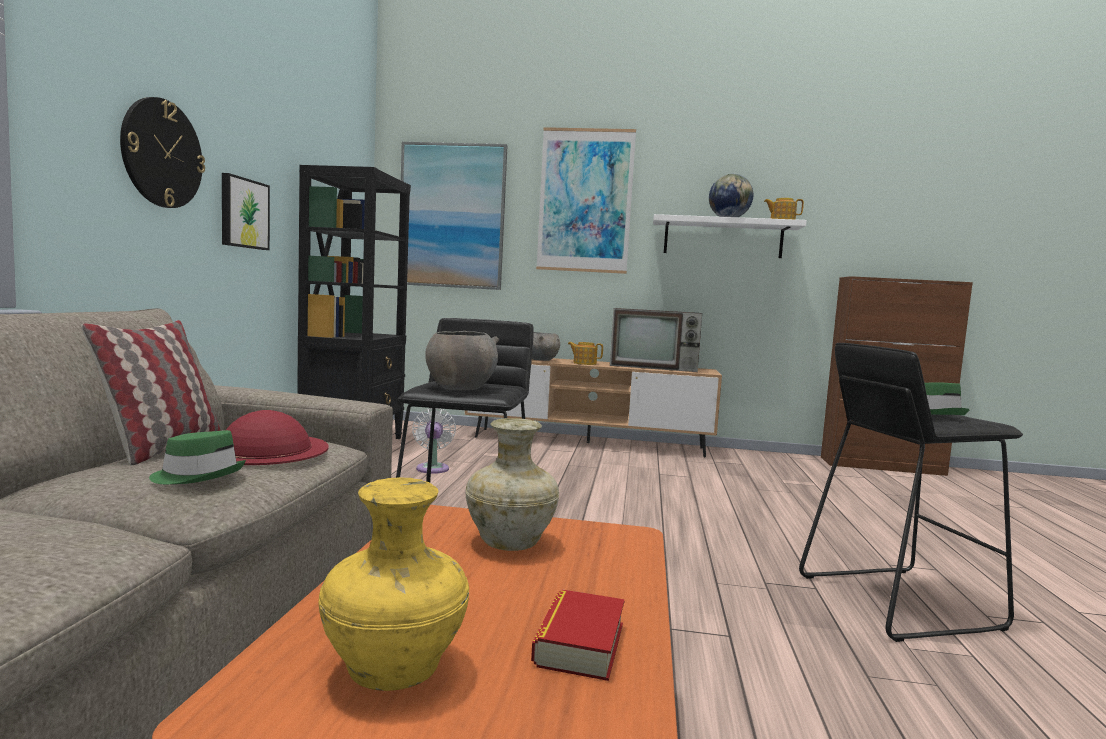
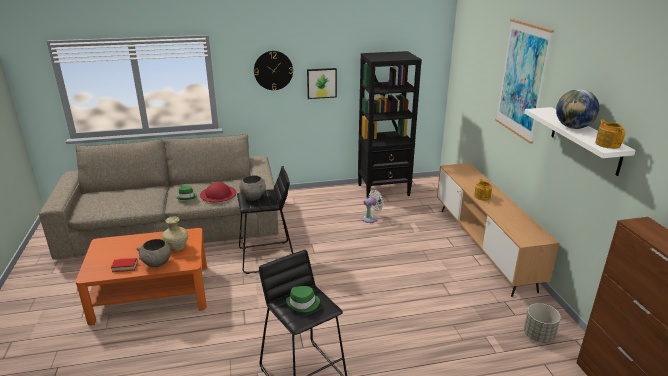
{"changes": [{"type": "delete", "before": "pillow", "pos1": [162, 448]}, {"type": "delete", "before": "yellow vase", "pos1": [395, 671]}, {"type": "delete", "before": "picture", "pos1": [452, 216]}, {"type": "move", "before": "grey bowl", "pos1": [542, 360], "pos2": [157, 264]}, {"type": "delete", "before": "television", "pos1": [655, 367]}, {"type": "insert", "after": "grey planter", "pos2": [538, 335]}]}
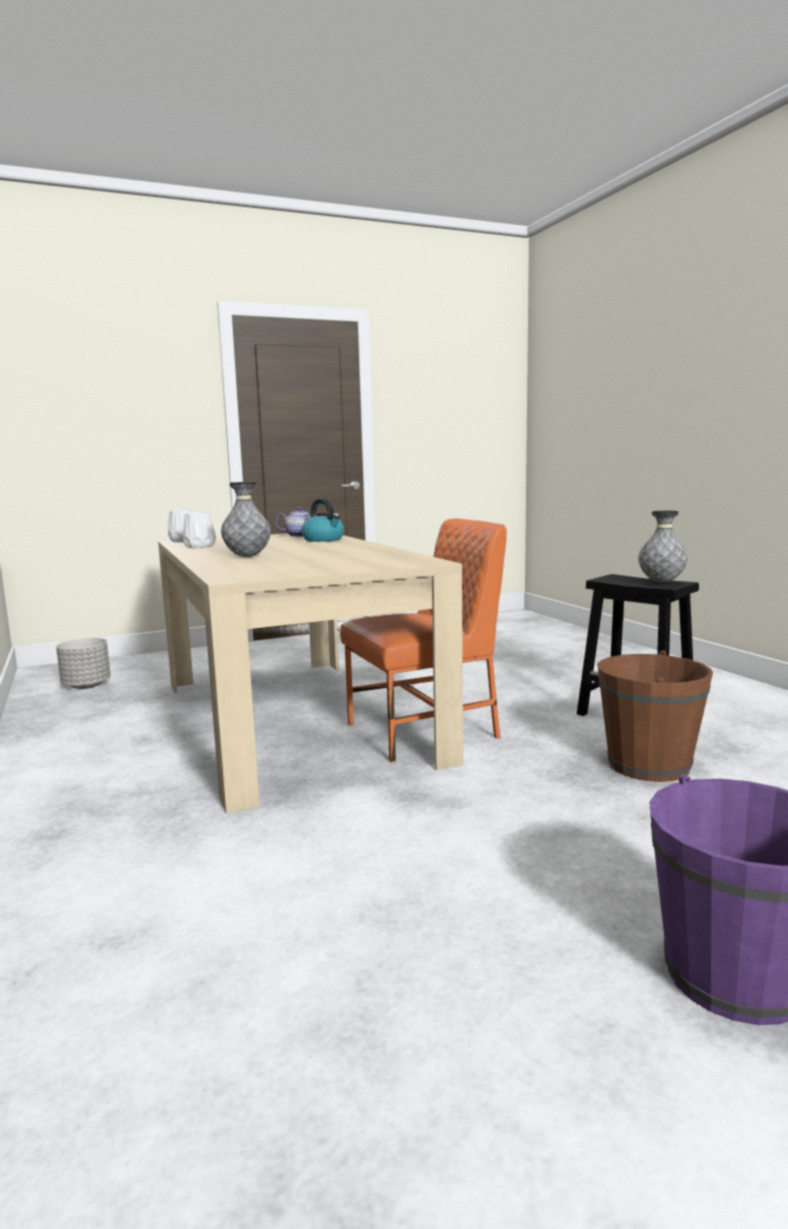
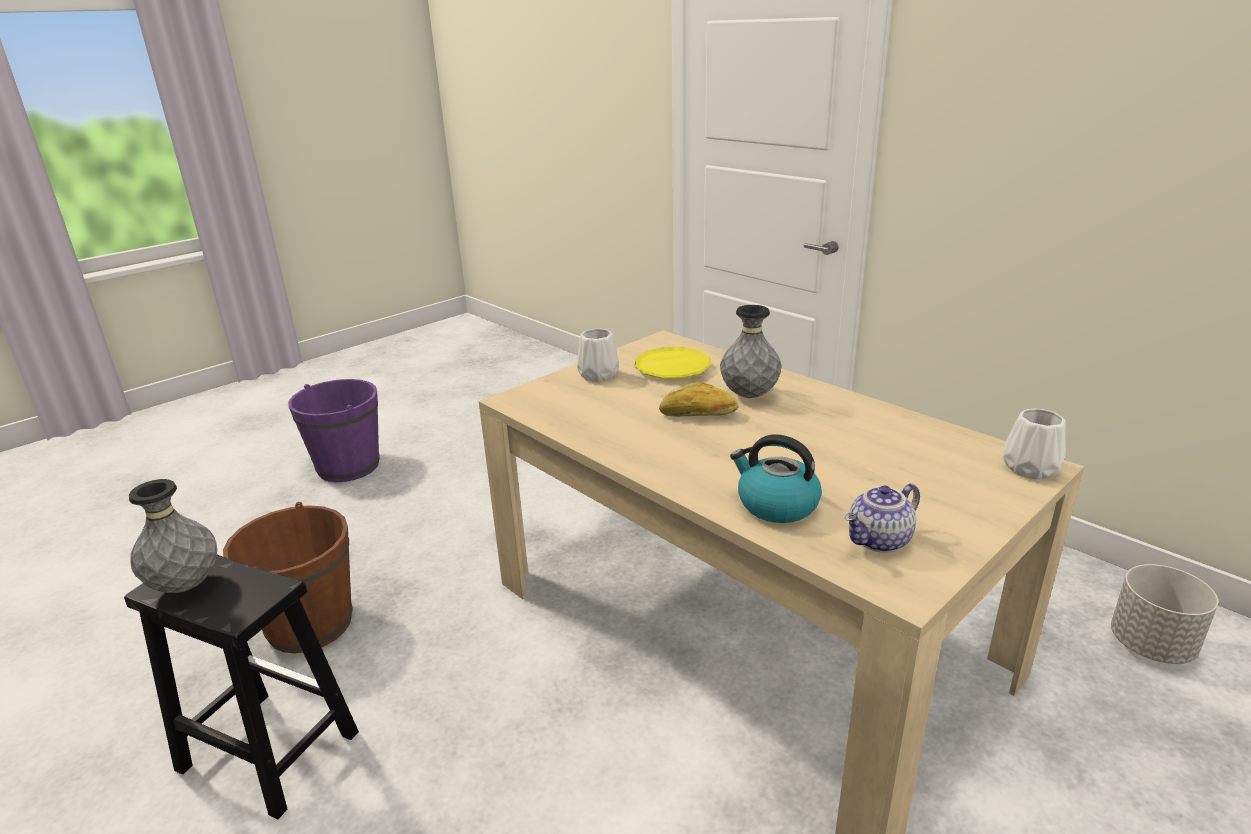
{"changes": [{"type": "move", "before": "white vase", "pos1": [200, 547], "pos2": [597, 375]}, {"type": "delete", "before": "orange chair", "pos1": [425, 731]}, {"type": "insert", "after": "yellow plate", "pos2": [672, 368]}, {"type": "insert", "after": "bread", "pos2": [698, 414]}]}
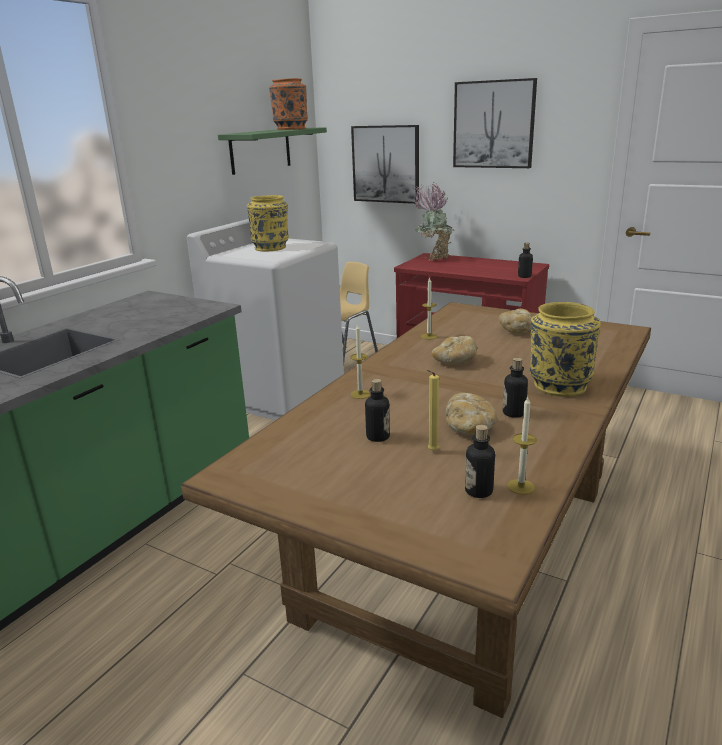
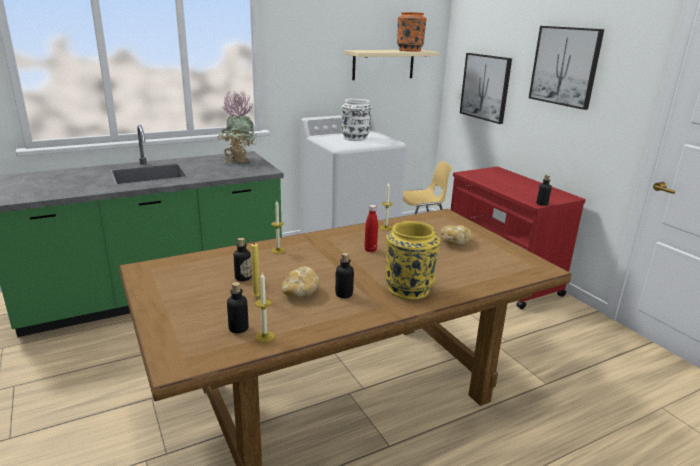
{"changes": [{"type": "recolor", "before": "green shelf", "after": "beige shelf", "pos1": [260, 150], "pos2": [383, 64]}, {"type": "recolor", "before": "yellow vase", "after": "white vase", "pos1": [271, 248], "pos2": [355, 138]}, {"type": "move", "before": "potted plant", "pos1": [433, 258], "pos2": [238, 161]}, {"type": "replace", "before": "bread", "after": "red bottle", "pos1": [455, 362], "pos2": [370, 250]}]}
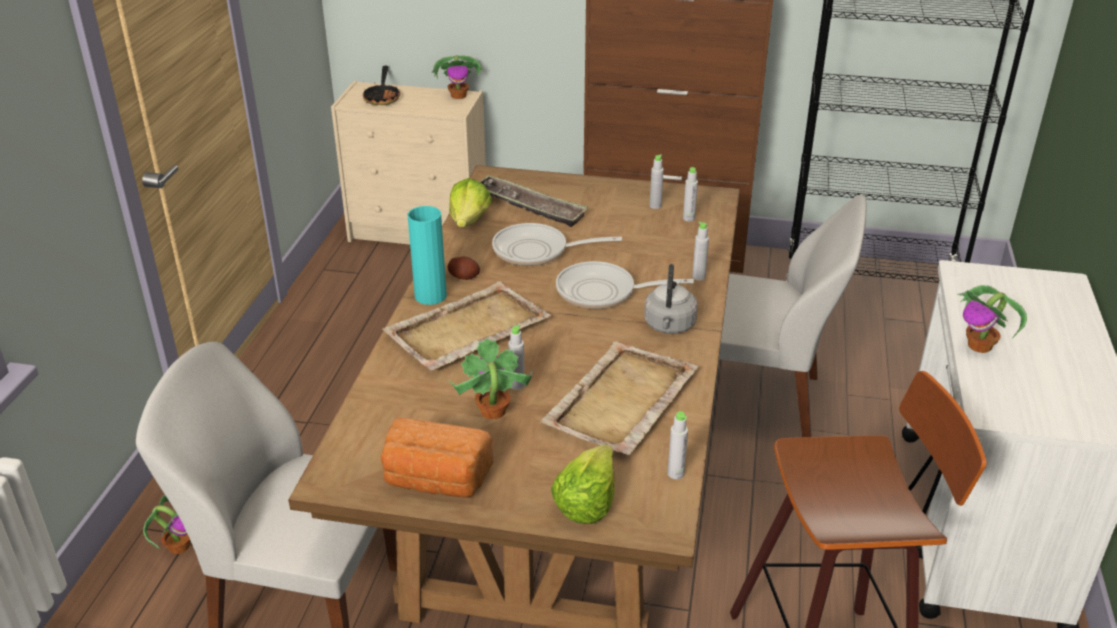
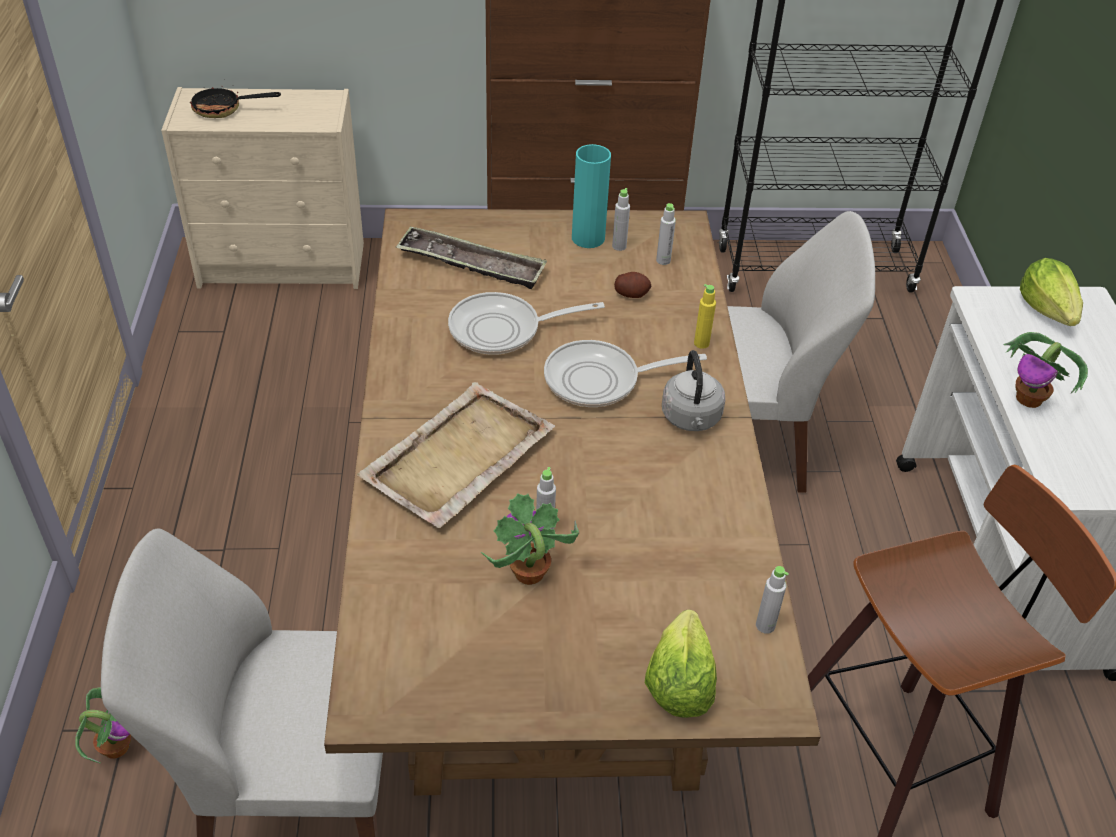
{"changes": [{"type": "rotate", "before": "frying pan", "pos1": [383, 97], "pos2": [224, 109], "turn": 105}, {"type": "delete", "before": "bread", "pos1": [435, 481]}, {"type": "move", "before": "turquoise vase", "pos1": [430, 296], "pos2": [588, 238]}, {"type": "delete", "before": "potted plant", "pos1": [459, 96]}, {"type": "move", "before": "potato", "pos1": [464, 277], "pos2": [631, 294]}, {"type": "move", "before": "lettuce", "pos1": [469, 221], "pos2": [1048, 310]}, {"type": "delete", "before": "beige tray", "pos1": [620, 401]}, {"type": "recolor", "before": "grey bottle", "after": "yellow bottle", "pos1": [698, 277], "pos2": [701, 343]}]}
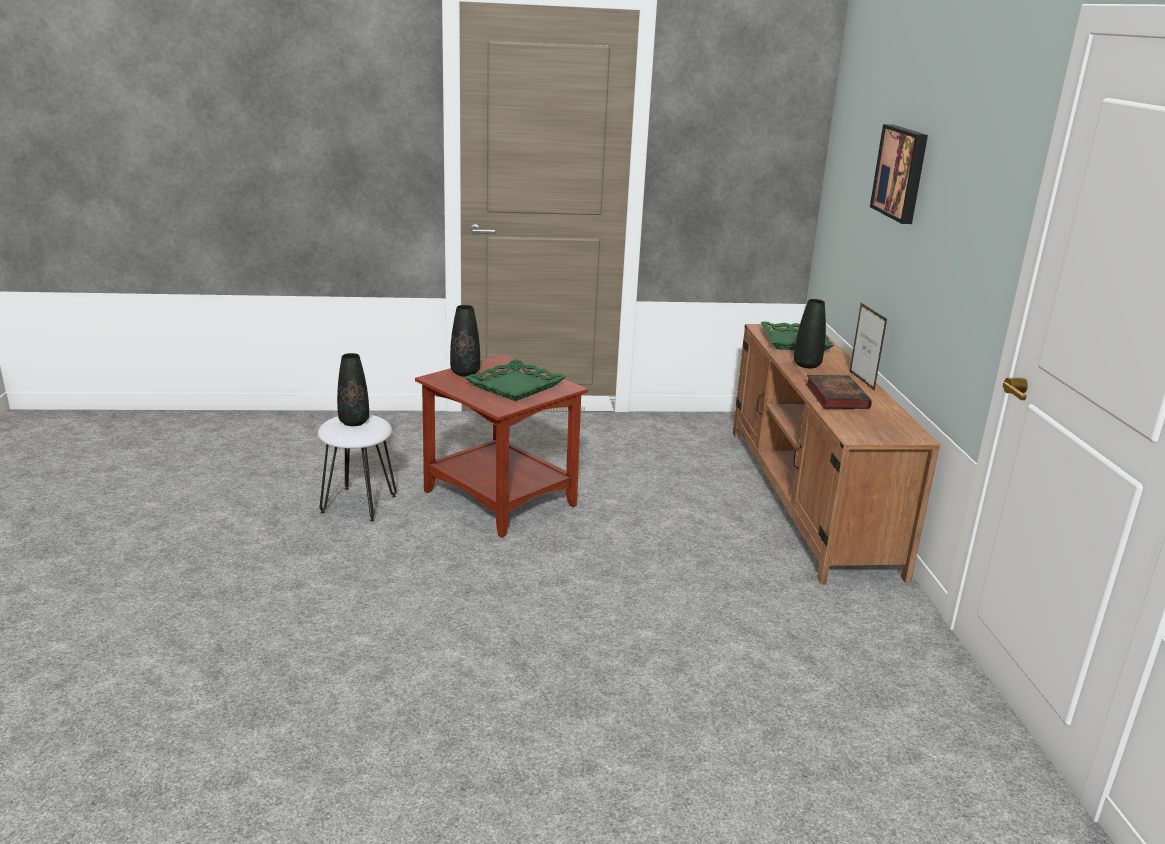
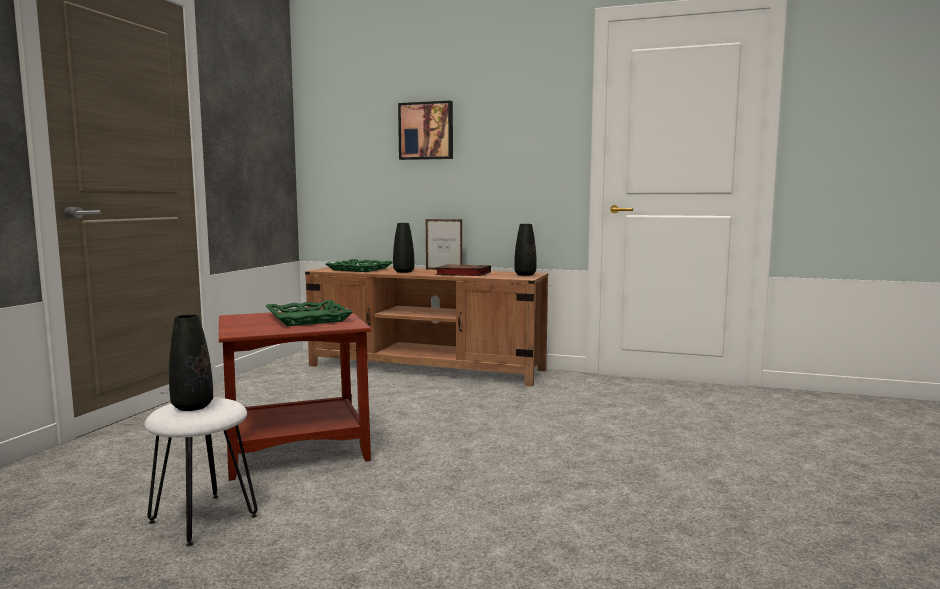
{"changes": [{"type": "move", "before": "black vase", "pos1": [465, 373], "pos2": [525, 274]}]}
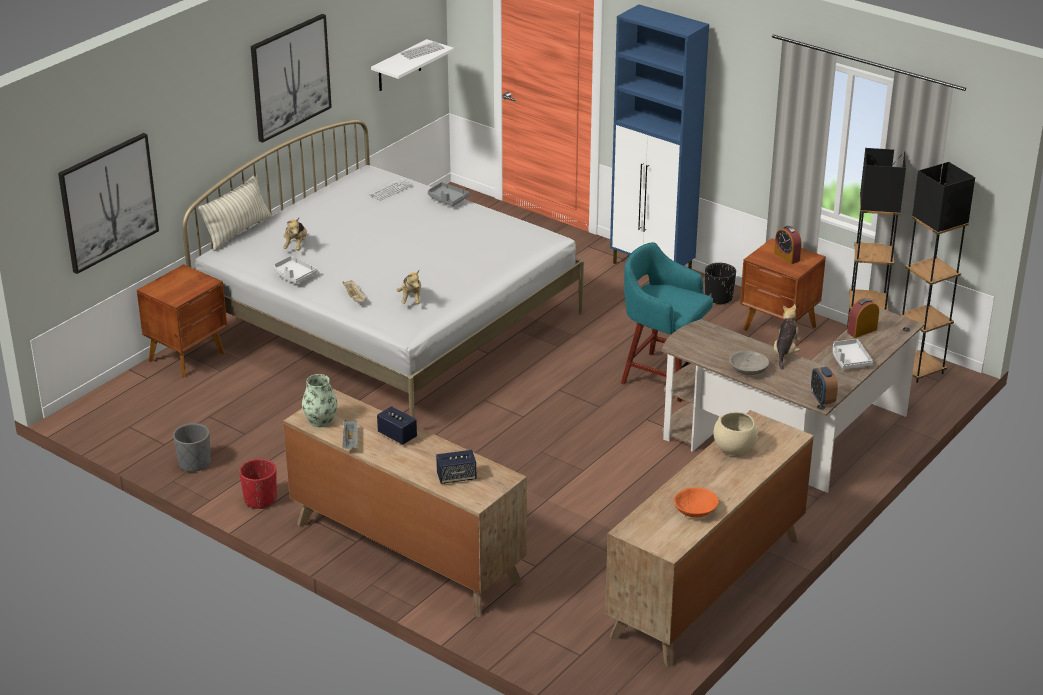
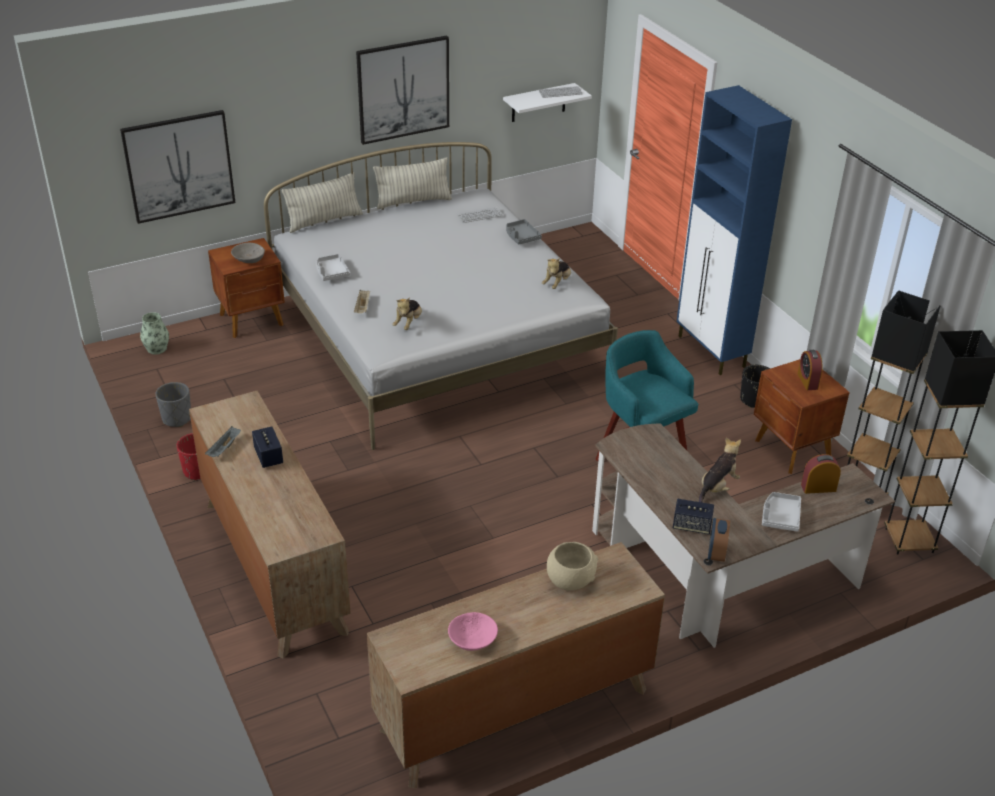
{"changes": [{"type": "move", "before": "plush toy", "pos1": [296, 246], "pos2": [557, 283]}, {"type": "move", "before": "vase", "pos1": [320, 420], "pos2": [157, 349]}, {"type": "move", "before": "speaker", "pos1": [456, 477], "pos2": [691, 526]}, {"type": "recolor", "before": "orange bowl", "after": "pink bowl", "pos1": [695, 510], "pos2": [472, 640]}, {"type": "move", "before": "grey bowl", "pos1": [748, 370], "pos2": [248, 259]}, {"type": "insert", "after": "pillow", "pos2": [413, 201]}]}
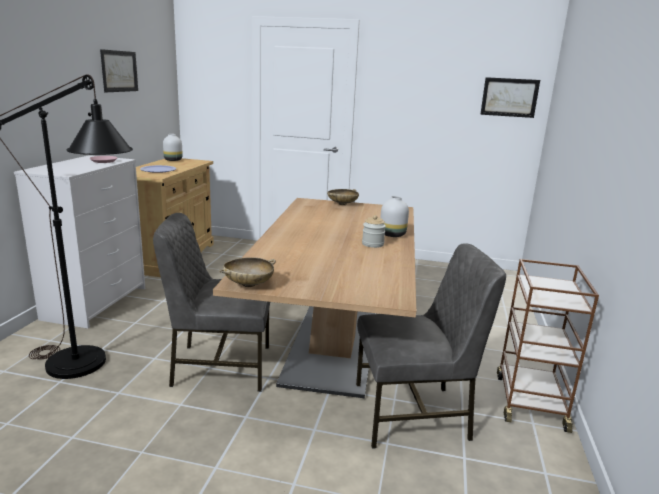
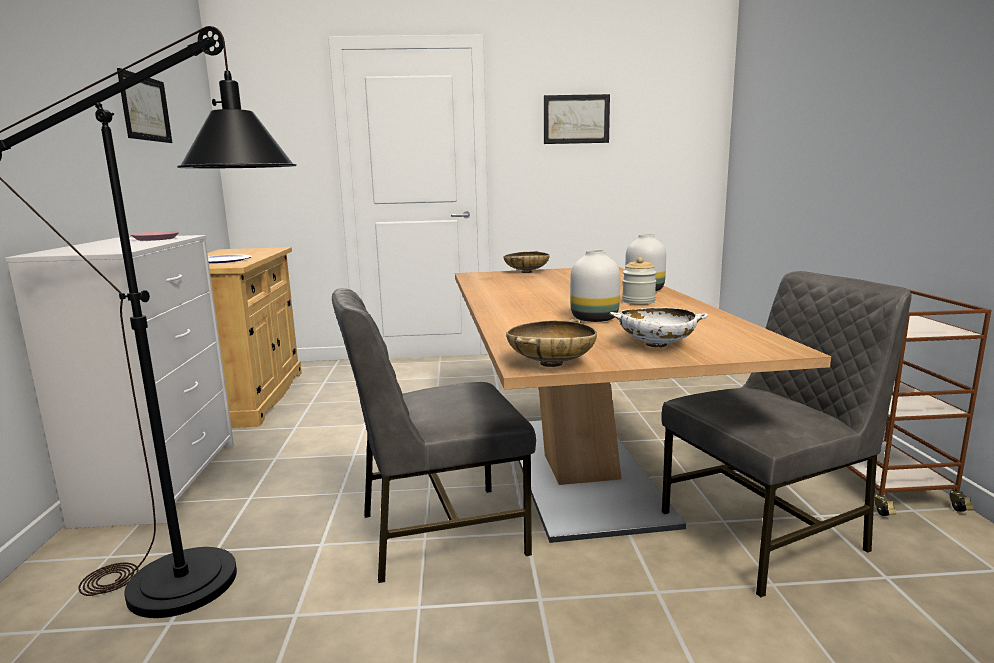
{"changes": [{"type": "move", "before": "white vase", "pos1": [173, 160], "pos2": [594, 319]}, {"type": "move", "before": "picture", "pos1": [509, 97], "pos2": [576, 119]}, {"type": "insert", "after": "white bowl", "pos2": [656, 345]}]}
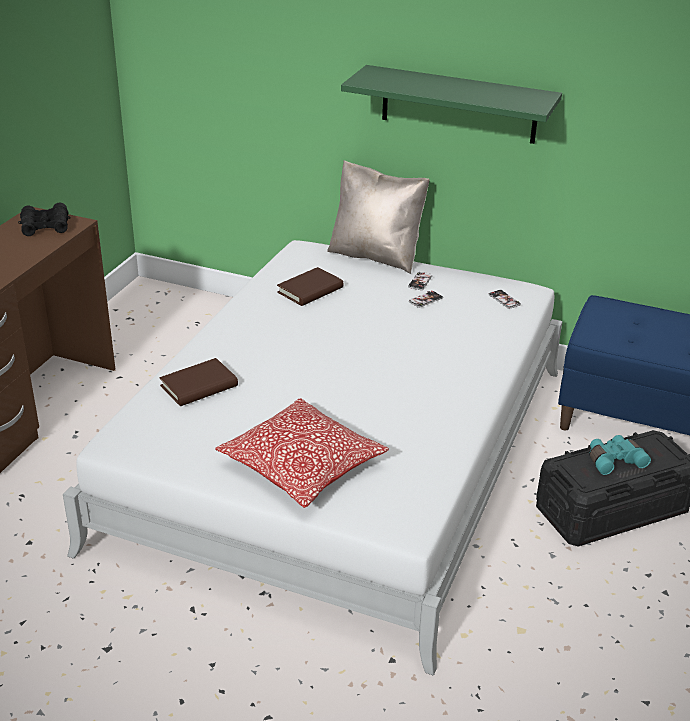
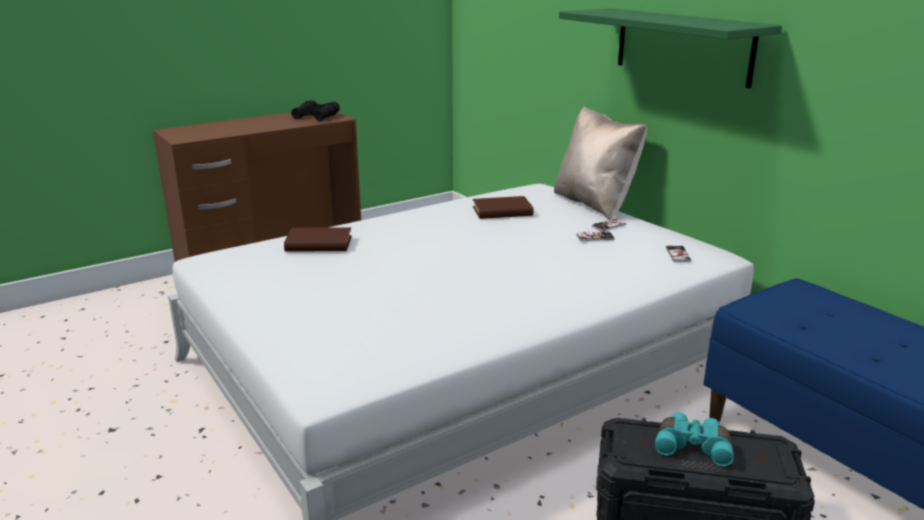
{"changes": [{"type": "delete", "before": "pillow", "pos1": [302, 467]}]}
